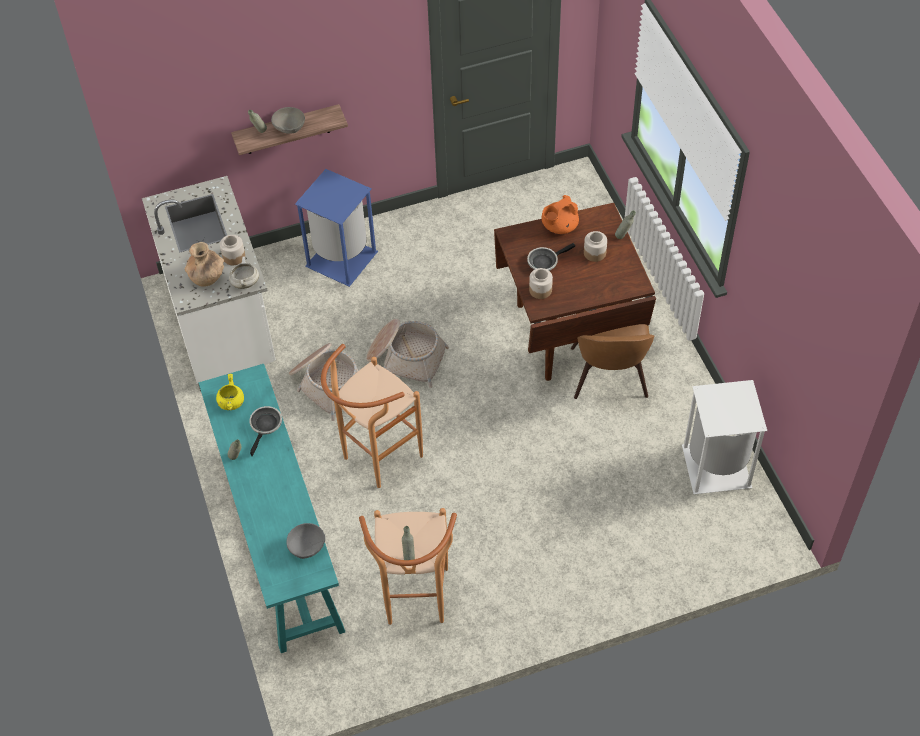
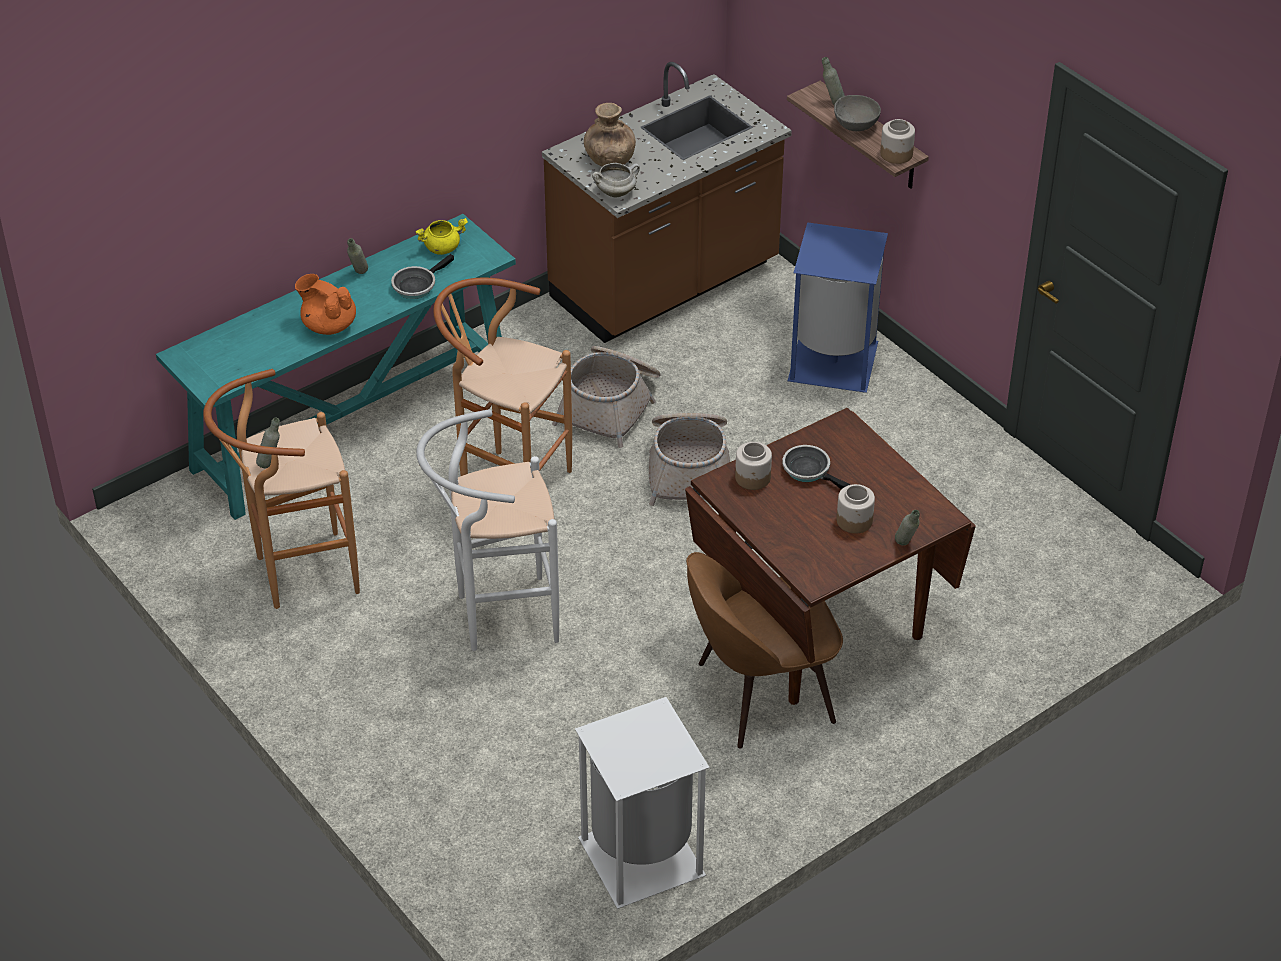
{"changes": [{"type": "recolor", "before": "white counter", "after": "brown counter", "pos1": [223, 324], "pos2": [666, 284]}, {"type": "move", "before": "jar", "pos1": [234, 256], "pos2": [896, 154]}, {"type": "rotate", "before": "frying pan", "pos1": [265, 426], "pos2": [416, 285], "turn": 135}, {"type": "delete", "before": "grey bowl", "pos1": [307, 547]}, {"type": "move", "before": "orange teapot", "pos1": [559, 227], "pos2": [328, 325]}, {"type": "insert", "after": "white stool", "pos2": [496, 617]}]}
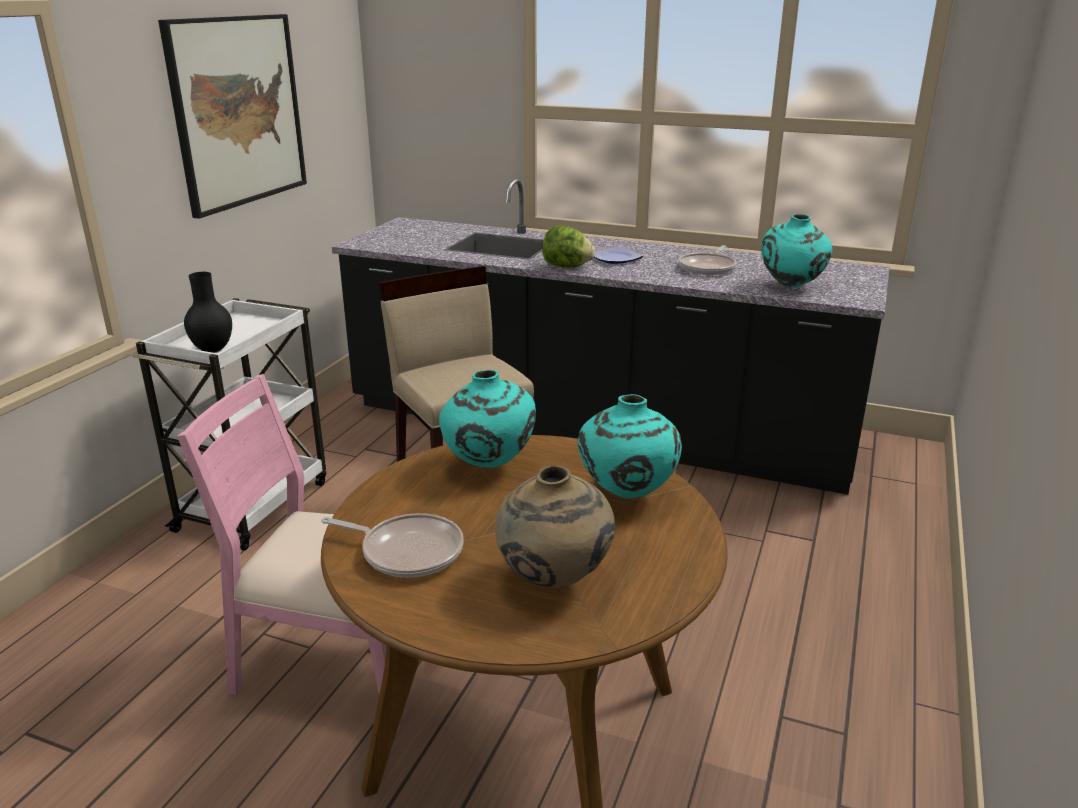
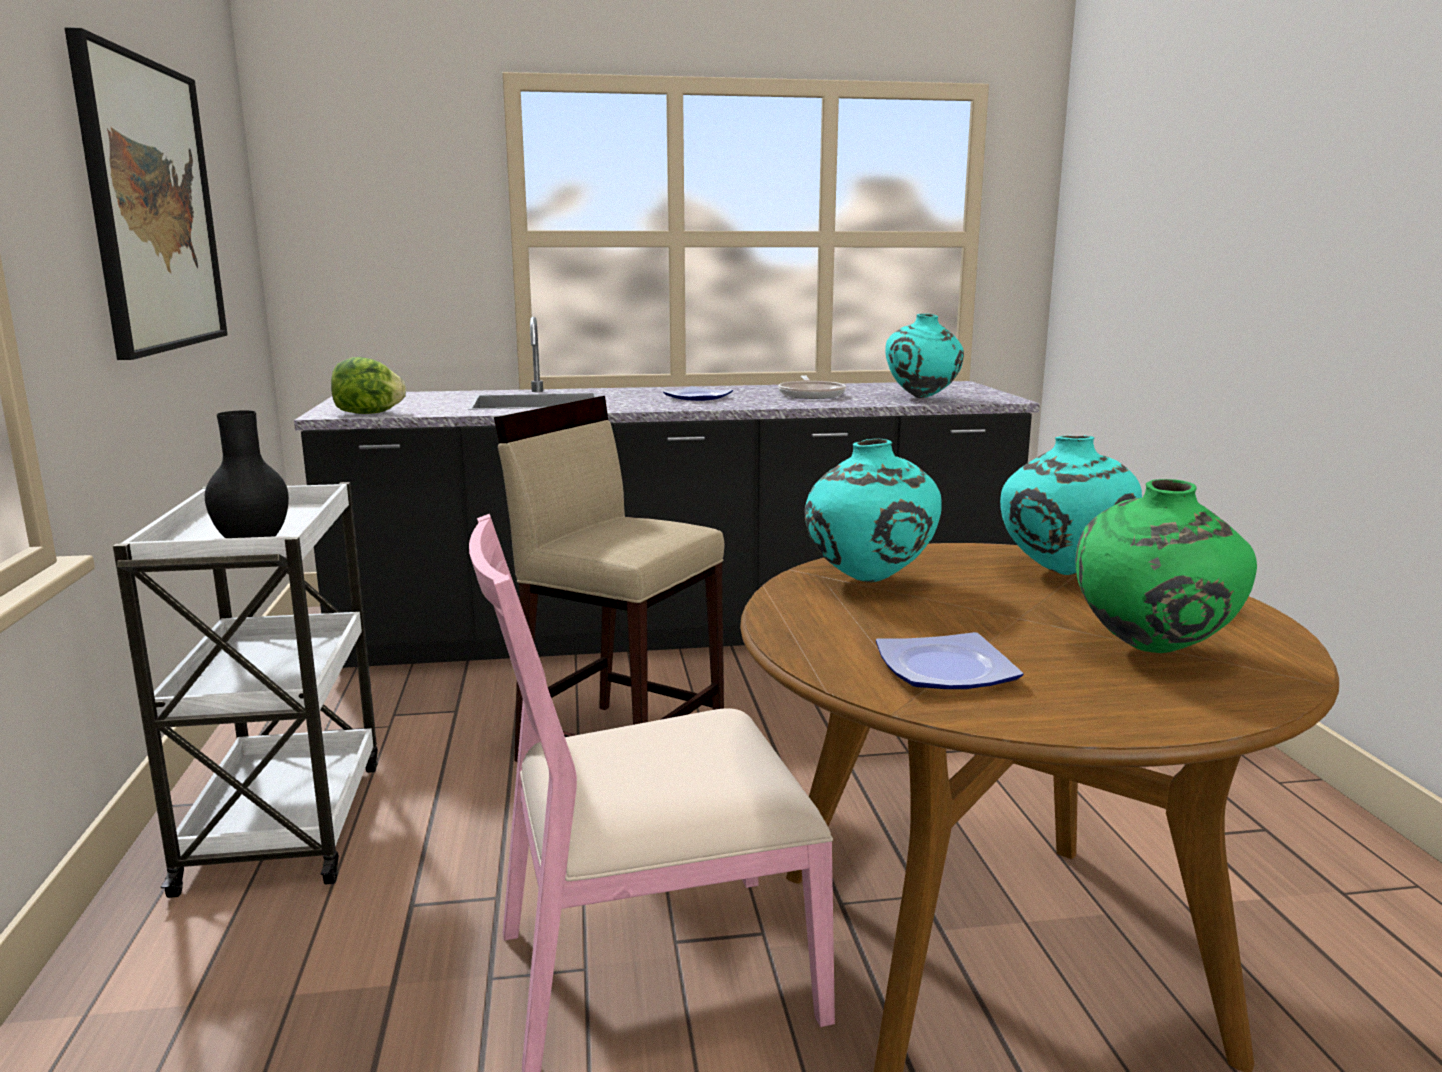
{"changes": [{"type": "replace", "before": "frying pan", "after": "plate", "pos1": [407, 551], "pos2": [942, 669]}, {"type": "recolor", "before": "beige vase", "after": "green vase", "pos1": [555, 581], "pos2": [1152, 651]}, {"type": "move", "before": "lettuce", "pos1": [566, 267], "pos2": [369, 413]}]}
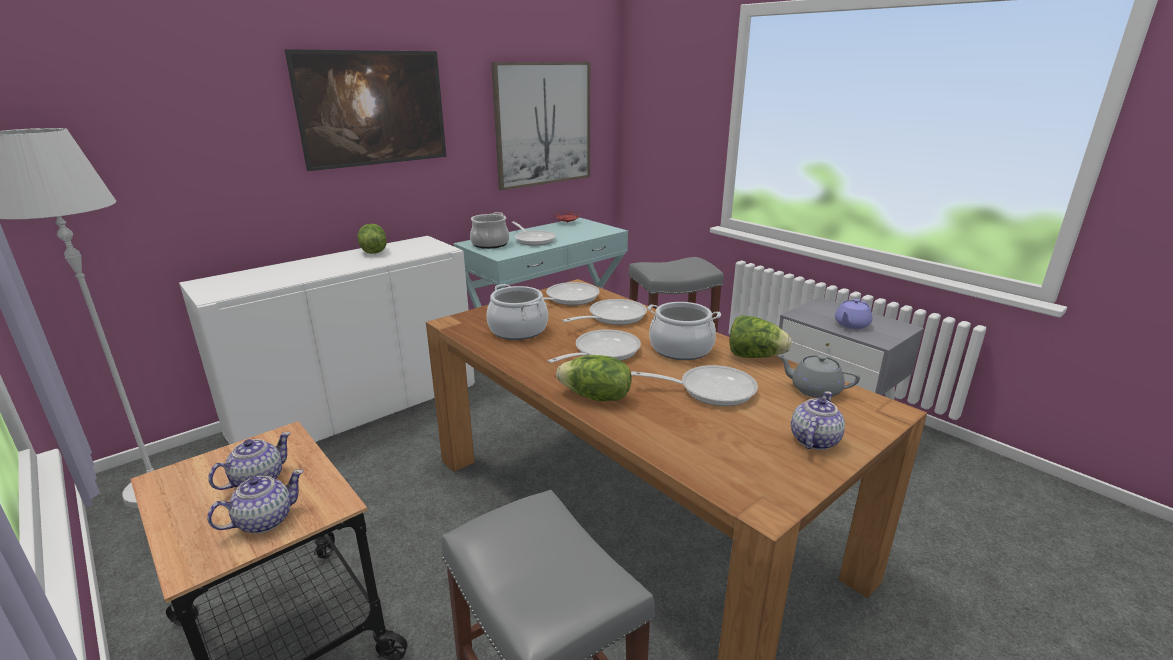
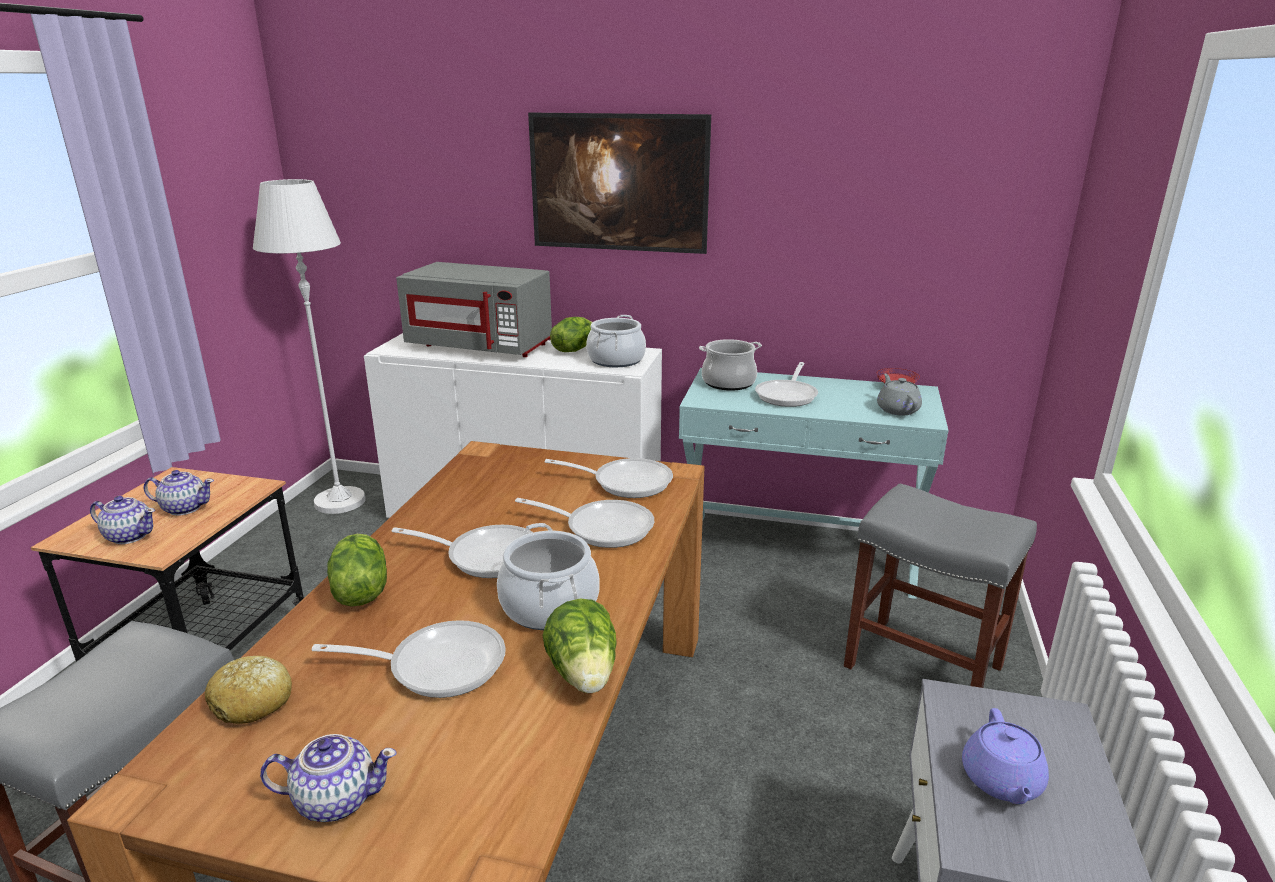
{"changes": [{"type": "move", "before": "cooking pot", "pos1": [518, 330], "pos2": [616, 360]}, {"type": "delete", "before": "picture", "pos1": [543, 124]}, {"type": "rotate", "before": "frying pan", "pos1": [710, 390], "pos2": [437, 665], "turn": -60}, {"type": "move", "before": "grey teapot", "pos1": [814, 390], "pos2": [897, 409]}, {"type": "rotate", "before": "purple teapot", "pos1": [851, 325], "pos2": [1001, 781], "turn": -90}, {"type": "insert", "after": "bread", "pos2": [252, 702]}, {"type": "insert", "after": "grey microwave", "pos2": [481, 346]}]}
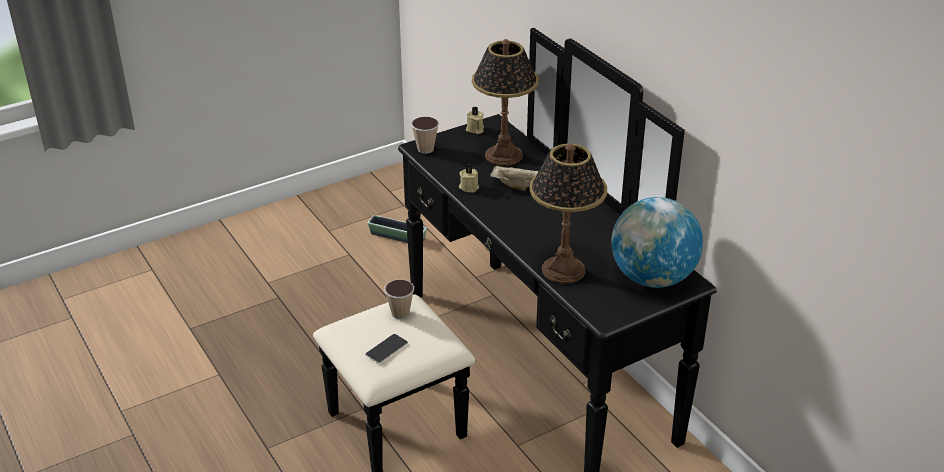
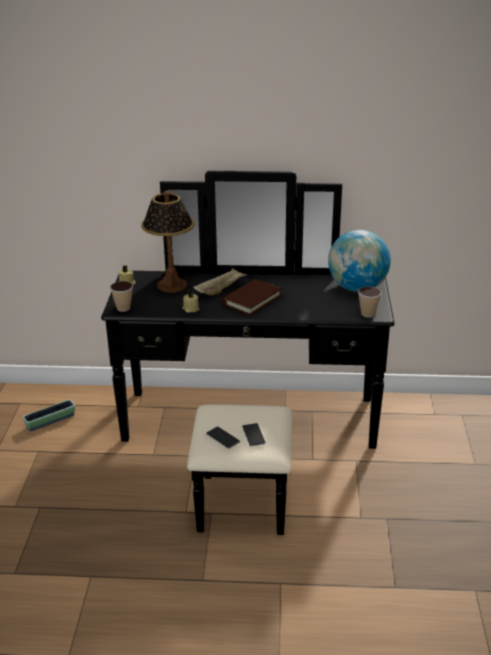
{"changes": [{"type": "move", "before": "cup", "pos1": [400, 313], "pos2": [368, 314]}, {"type": "delete", "before": "table lamp", "pos1": [563, 269]}, {"type": "insert", "after": "phone", "pos2": [223, 437]}, {"type": "insert", "after": "brown book", "pos2": [252, 300]}]}
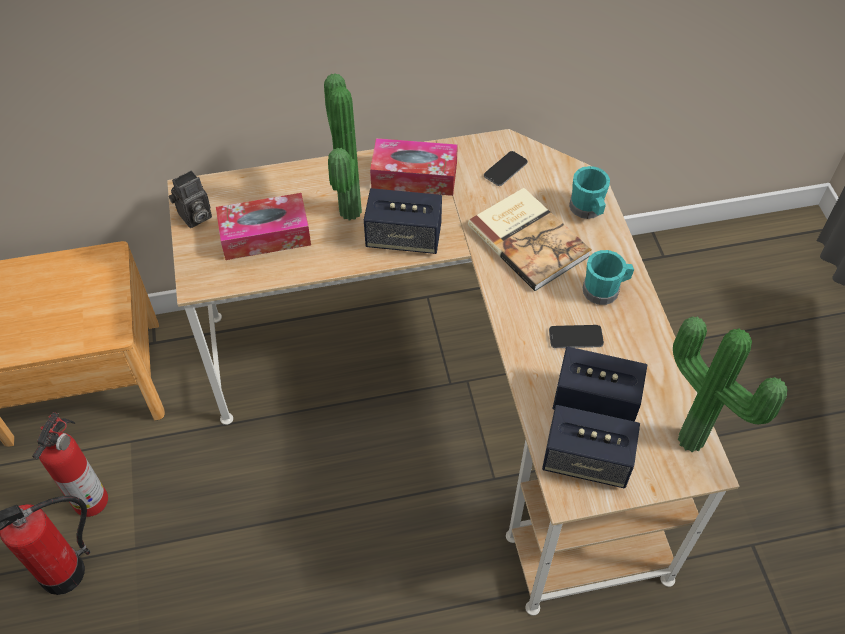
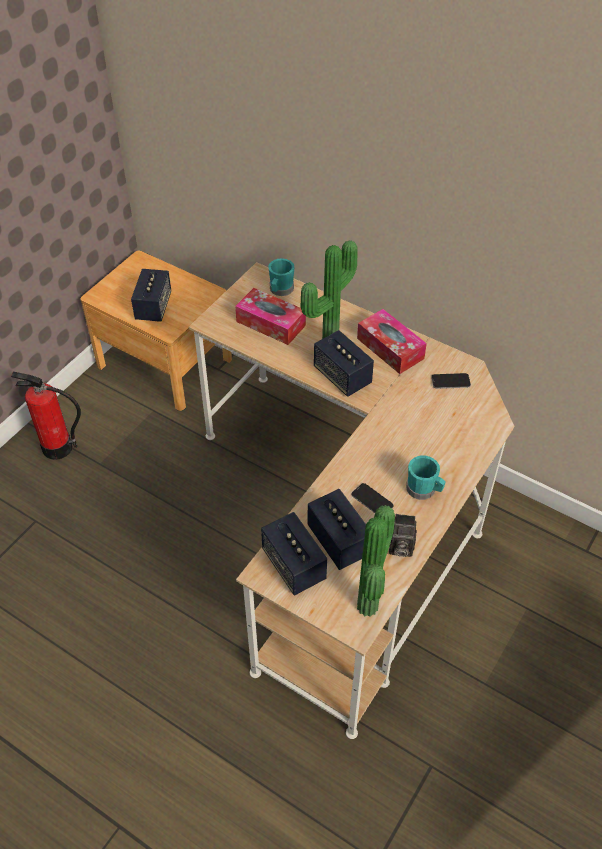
{"changes": [{"type": "delete", "before": "fire extinguisher", "pos1": [92, 498]}, {"type": "move", "before": "photo camera", "pos1": [194, 217], "pos2": [399, 547]}, {"type": "delete", "before": "book", "pos1": [529, 239]}, {"type": "move", "before": "turquoise mug", "pos1": [588, 209], "pos2": [280, 290]}, {"type": "insert", "after": "speaker", "pos2": [153, 307]}]}
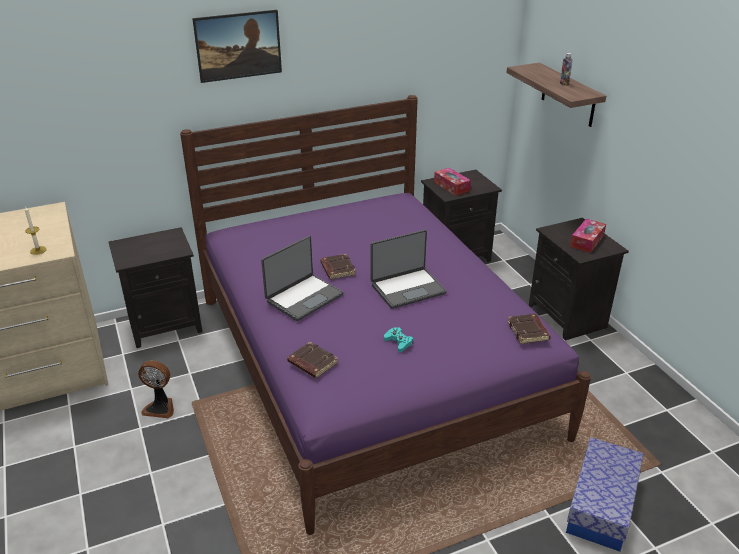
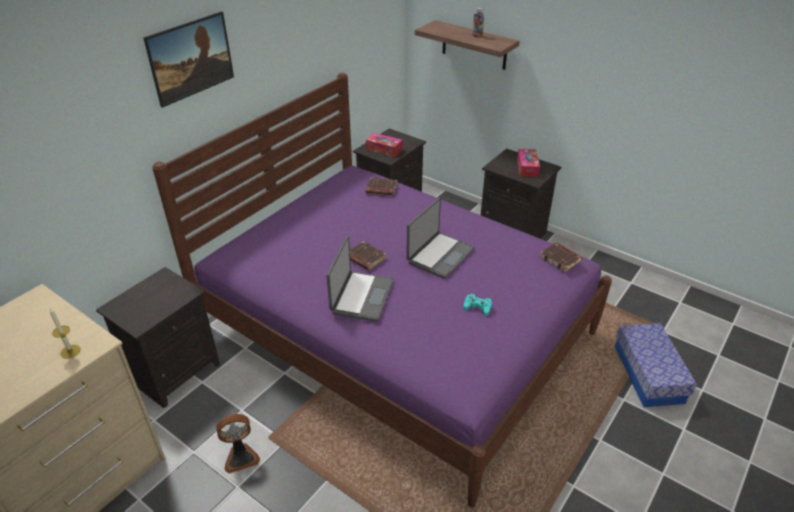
{"changes": [{"type": "move", "before": "brown book", "pos1": [312, 363], "pos2": [381, 189]}]}
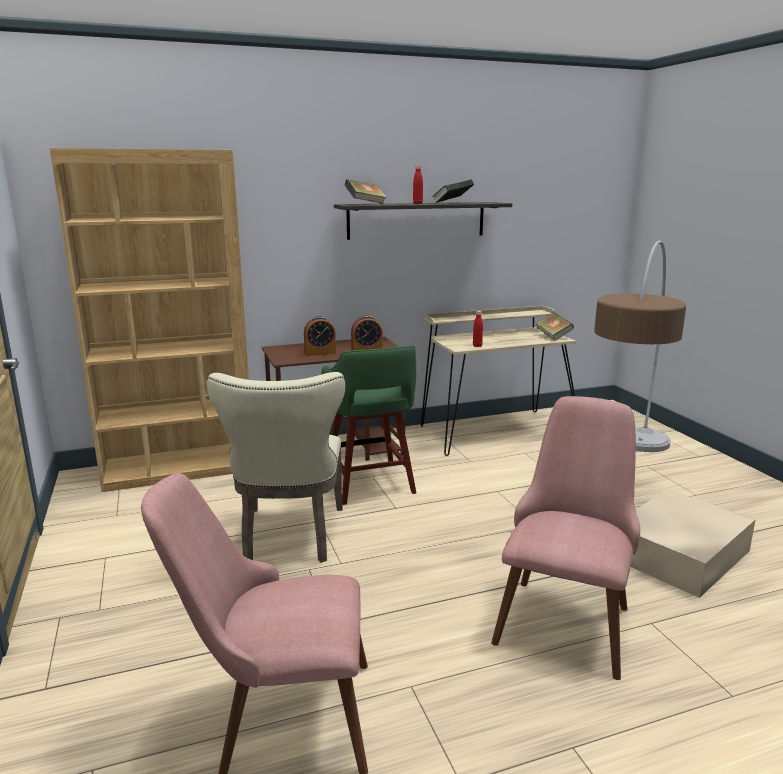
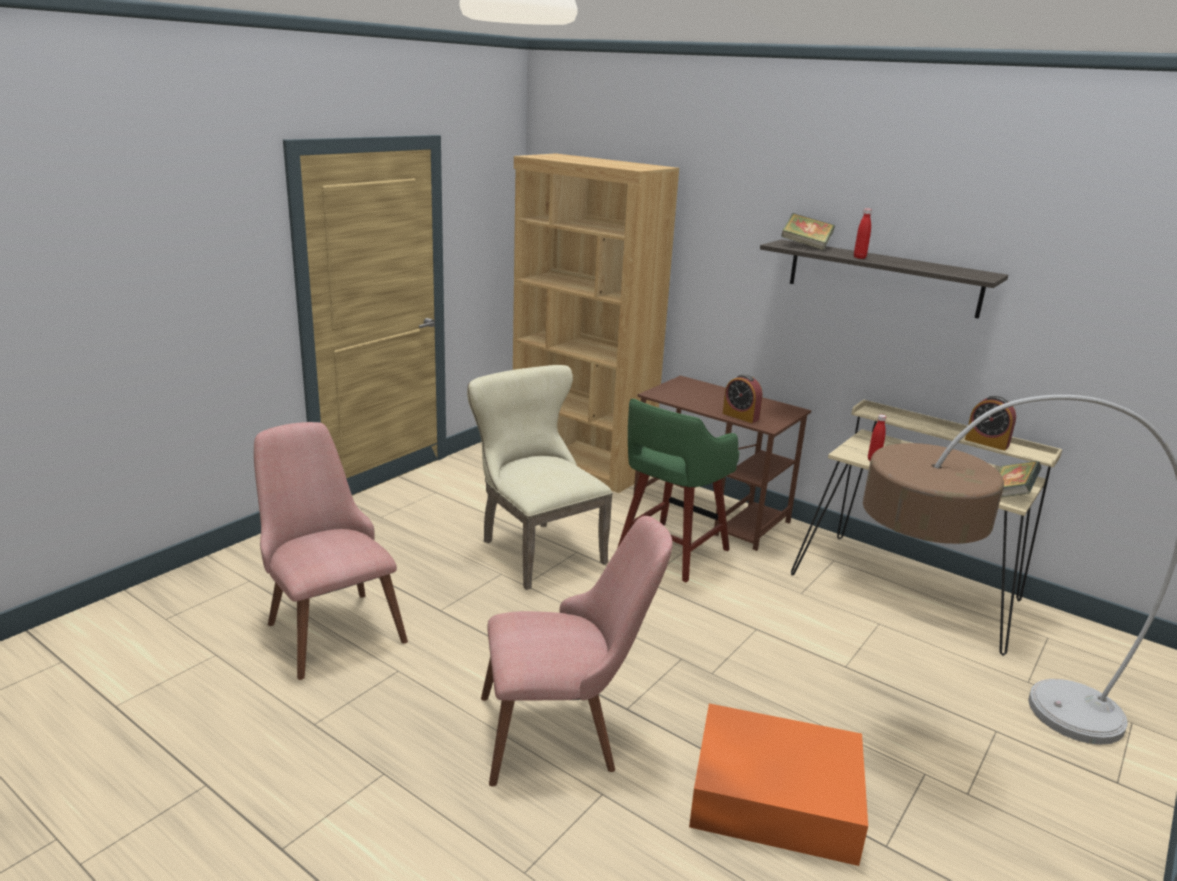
{"changes": [{"type": "rotate", "before": "beige chair", "pos1": [290, 538], "pos2": [535, 549], "turn": 90}, {"type": "move", "before": "alarm clock", "pos1": [320, 353], "pos2": [986, 442]}, {"type": "delete", "before": "book", "pos1": [452, 203]}, {"type": "recolor", "before": "beige storage box", "after": "orange storage box", "pos1": [677, 554], "pos2": [772, 796]}]}
